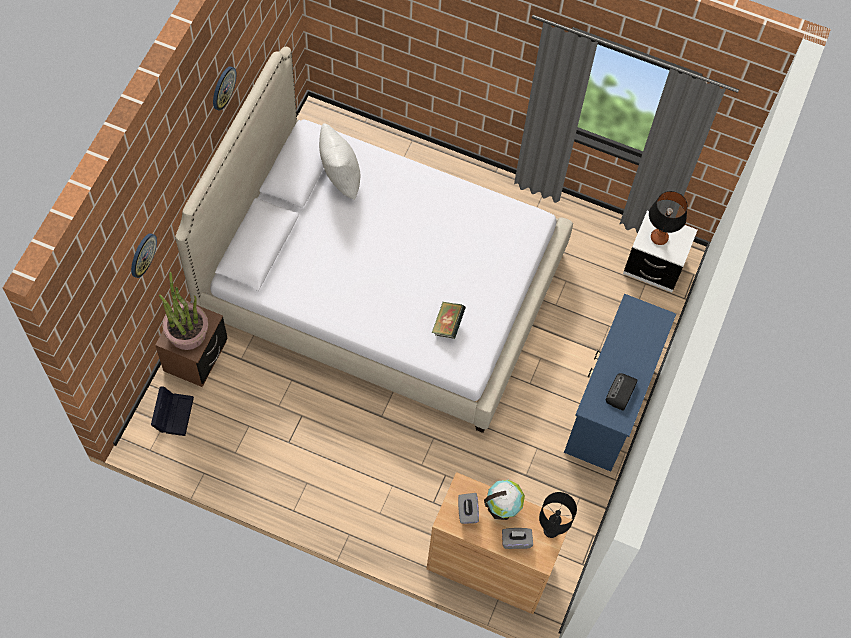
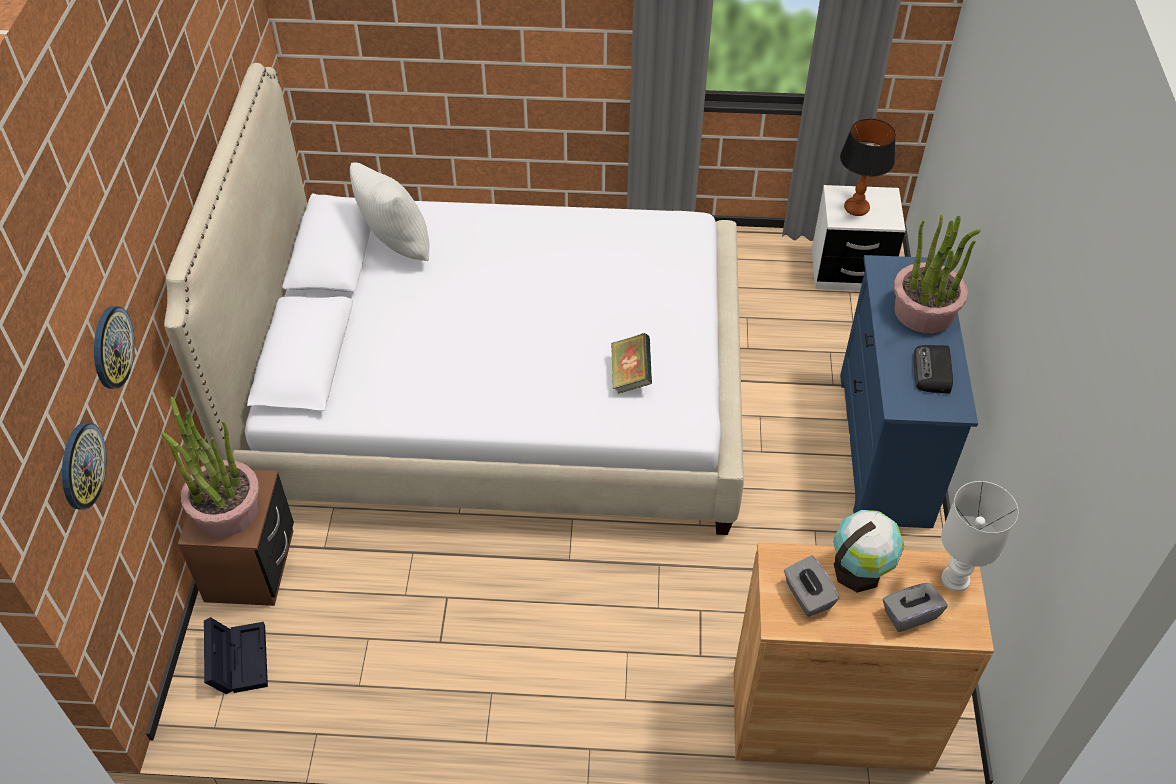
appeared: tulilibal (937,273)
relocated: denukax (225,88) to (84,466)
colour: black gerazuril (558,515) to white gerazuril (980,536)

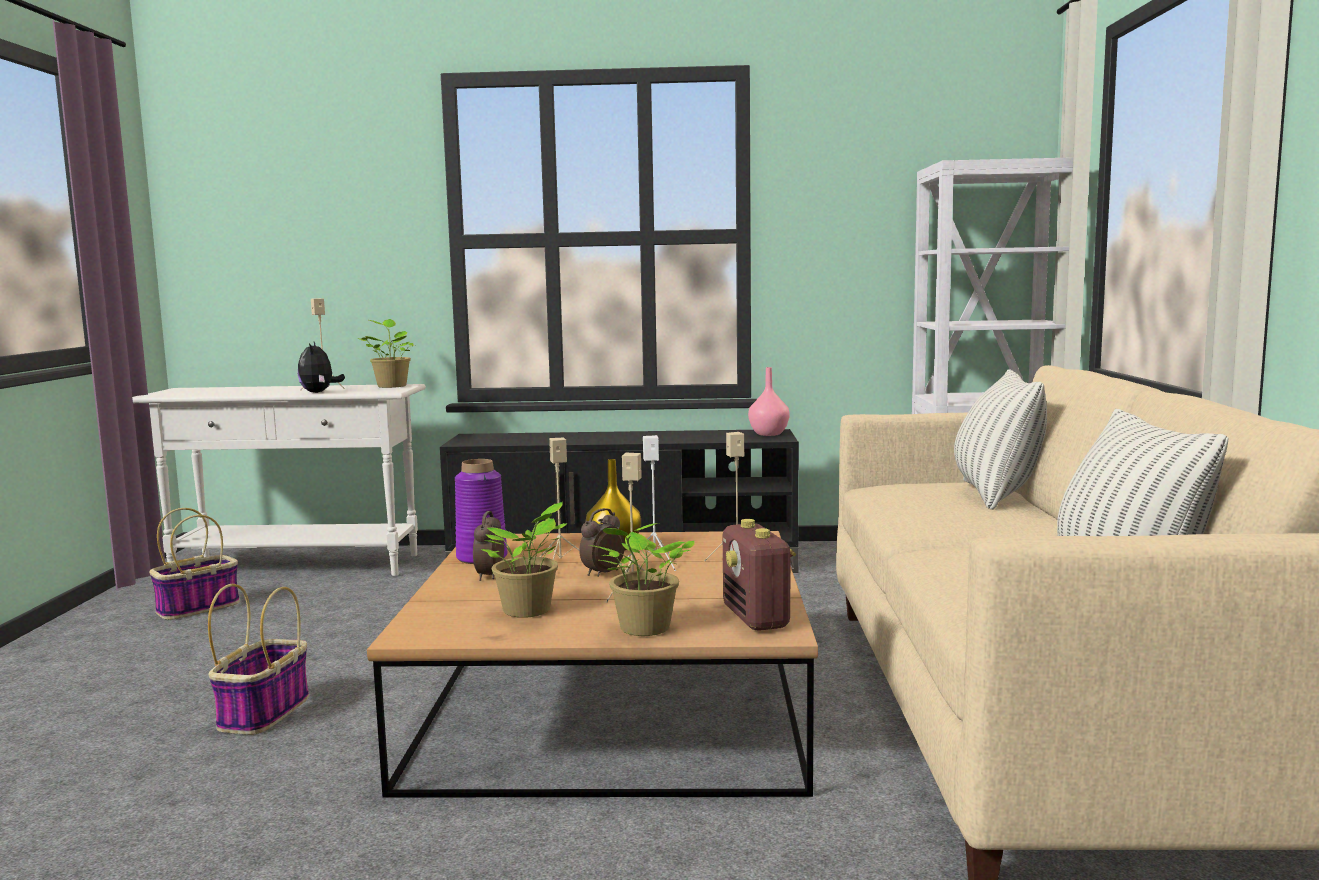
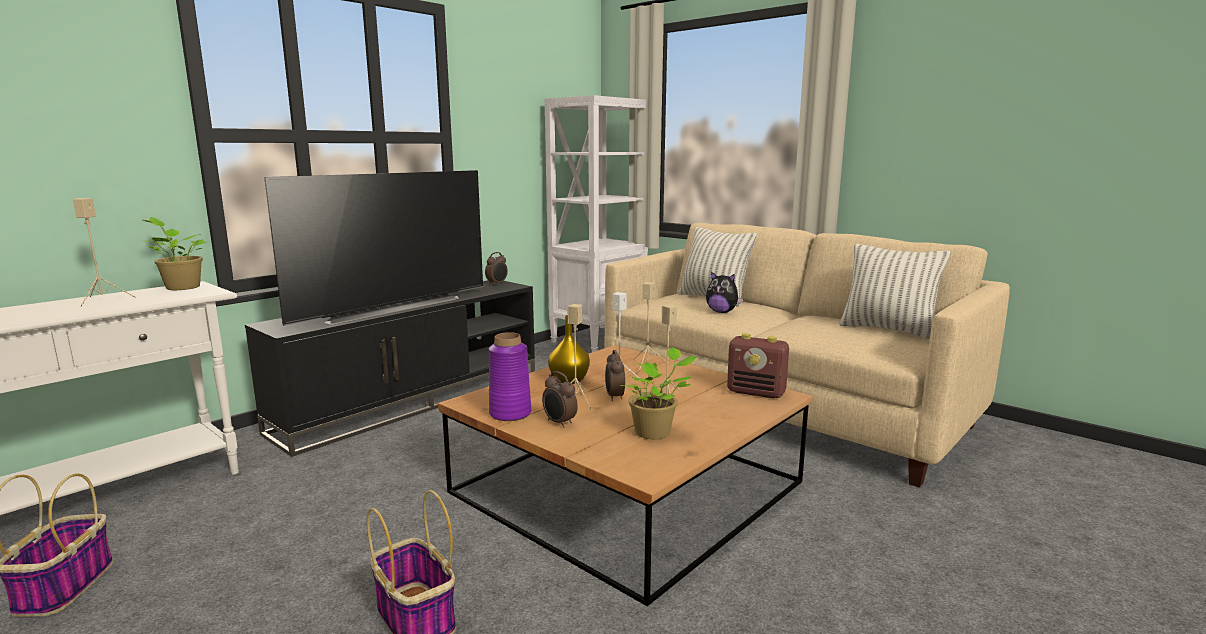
missing: tulilibal (642,579)
appeared: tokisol (373,248)
relocated: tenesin (321,367) to (724,292)
exchanged: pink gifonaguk (769,401) to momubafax (496,268)

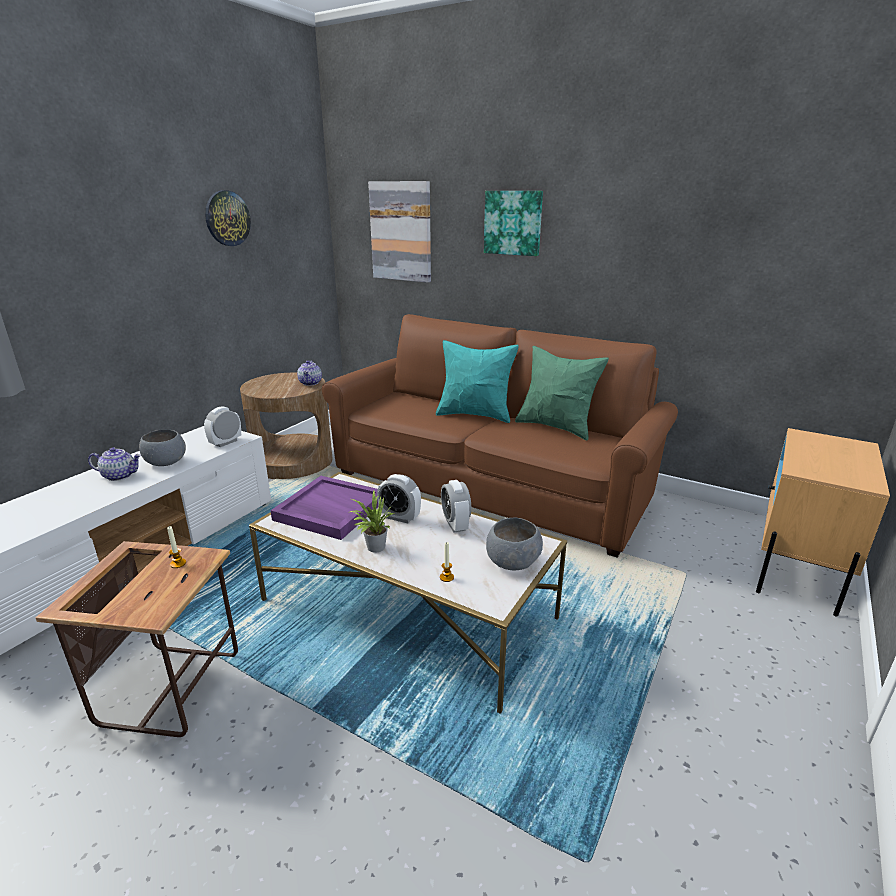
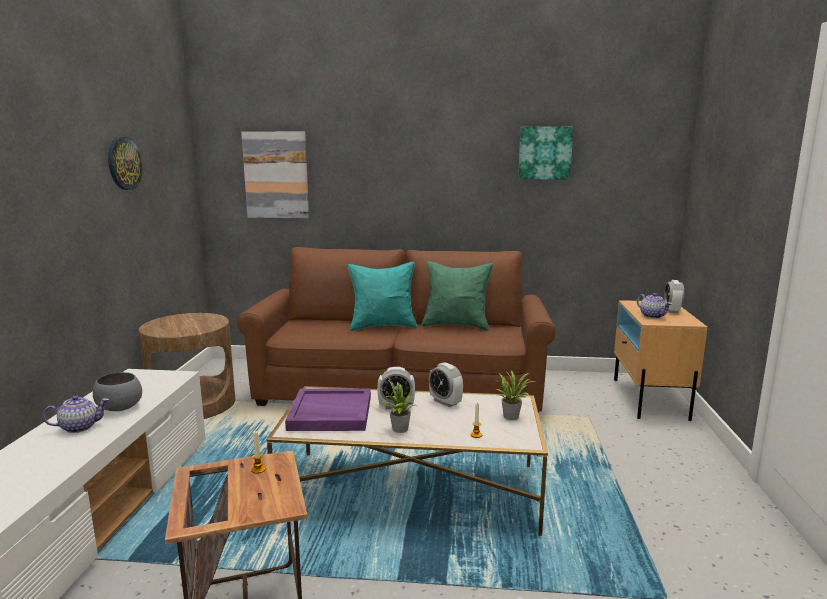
relocated: momubafax (222,426) to (674,296); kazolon (309,373) to (654,305); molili (513,223) to (546,153)
exchanged: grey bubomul (514,544) to tulilibal (514,395)

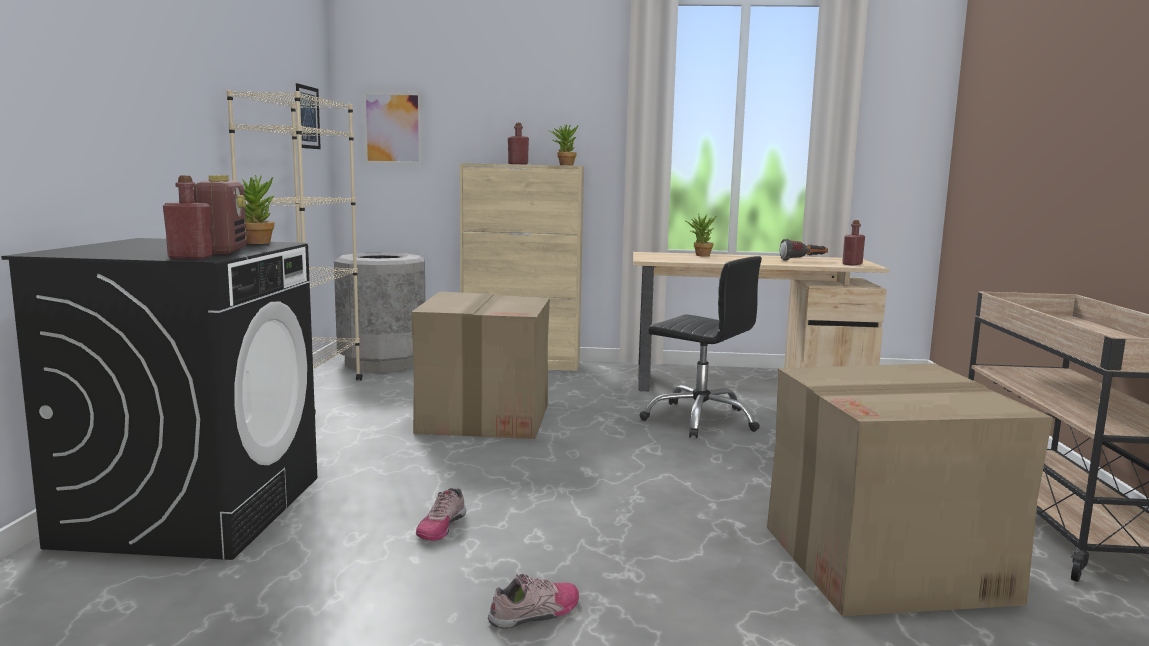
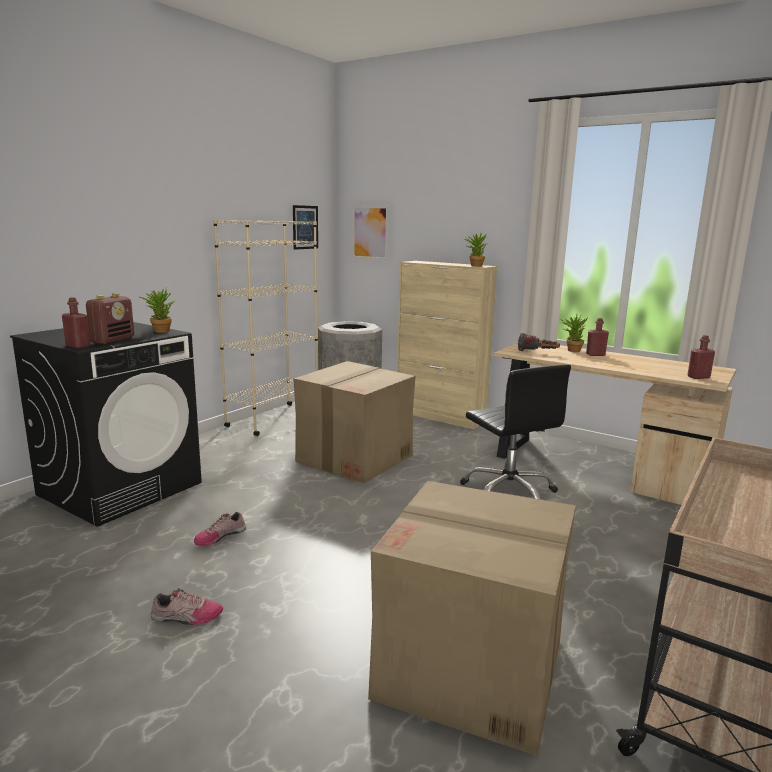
relocated: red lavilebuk (518,143) to (597,337); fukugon (804,250) to (539,342)

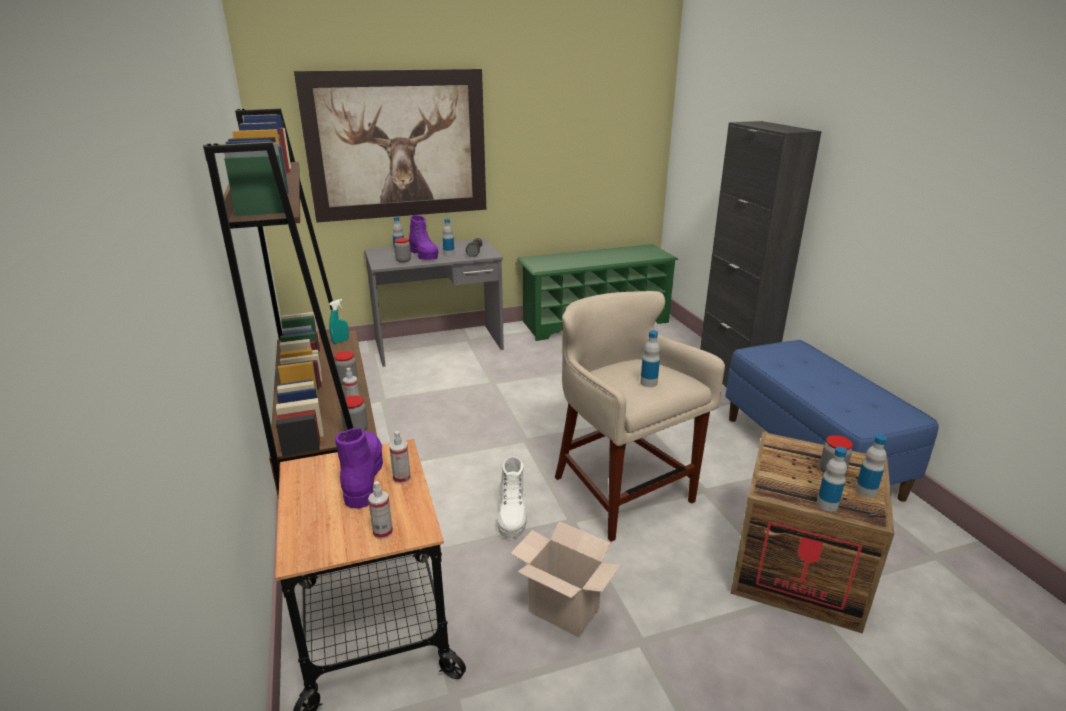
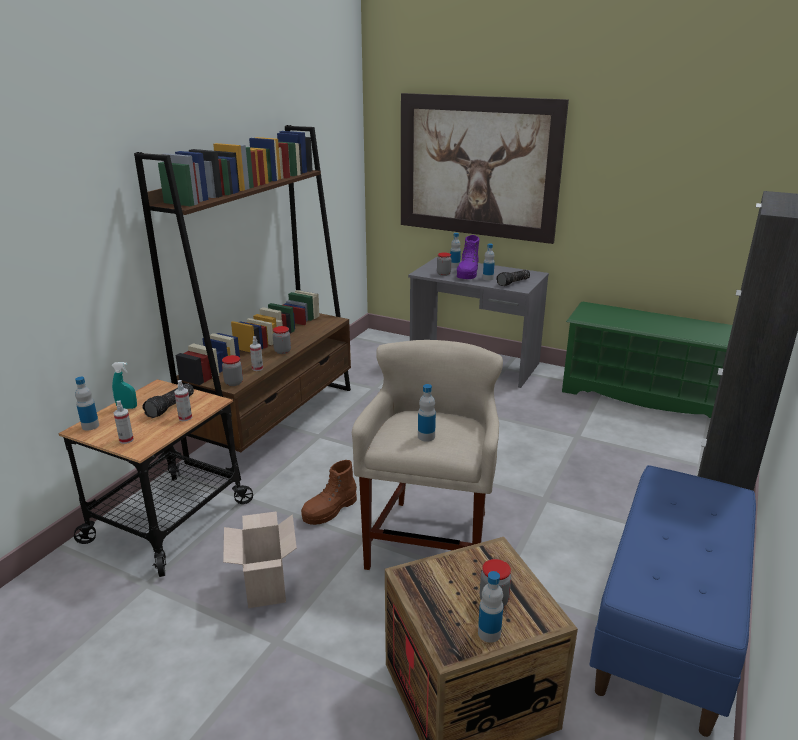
relocated: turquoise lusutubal (339,321) to (124,385); lavilebuk (832,479) to (87,404)
exchanged: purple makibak (359,468) to fukugon (168,400)
colour: white makibak (512,497) to brown makibak (329,492)

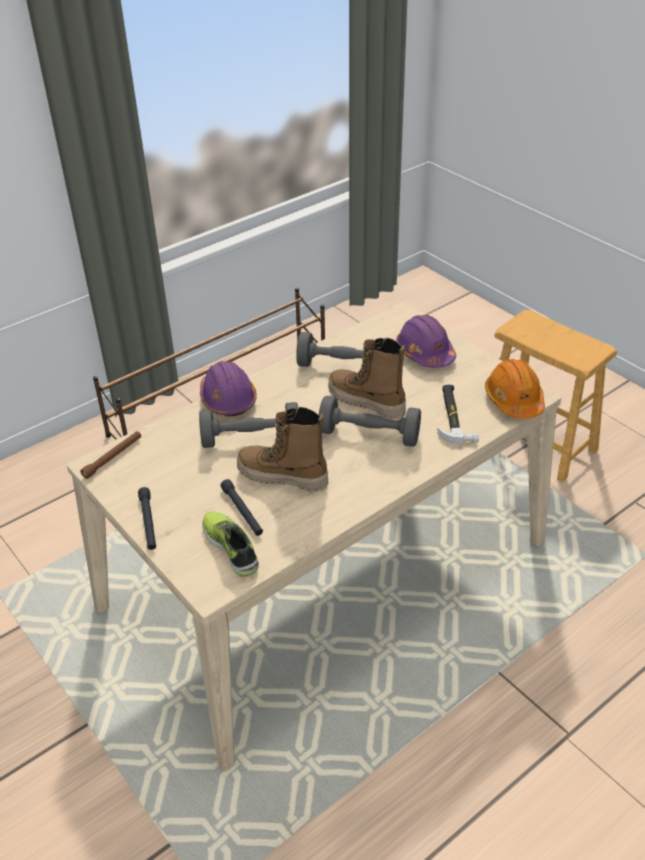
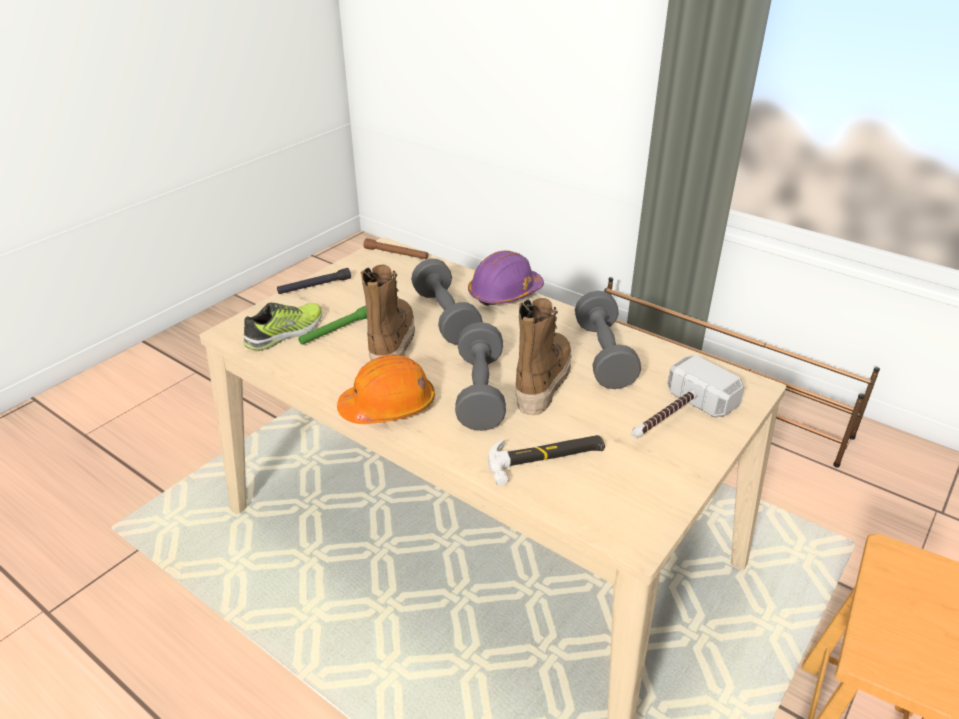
relocated: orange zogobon (515,389) to (386,389)
exchanged: purple zogobon (426,341) to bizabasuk (687,397)
colour: black fukugon (241,507) to green fukugon (332,325)

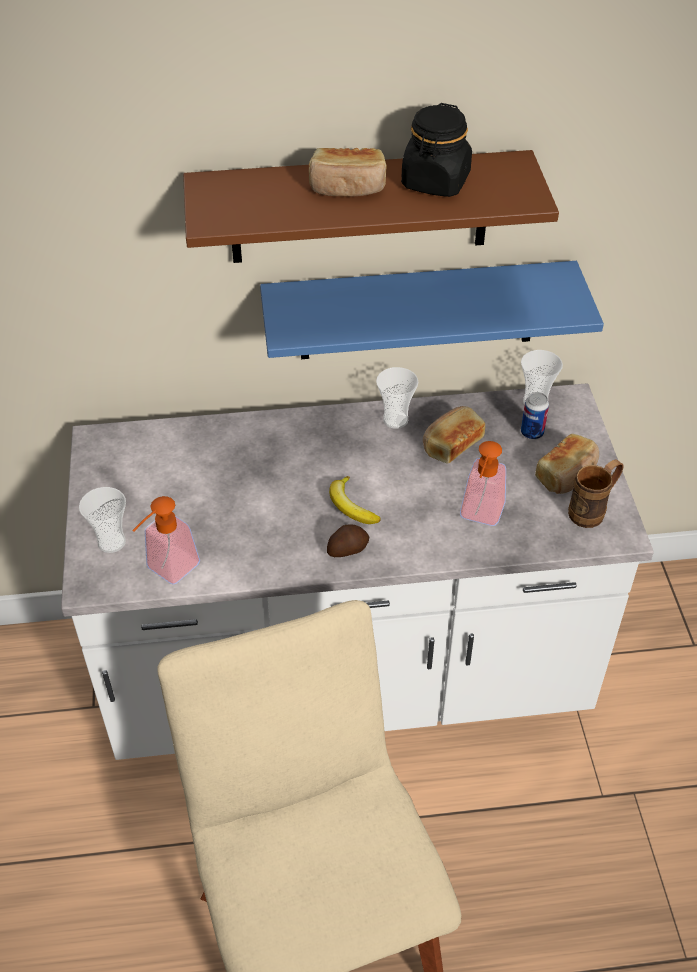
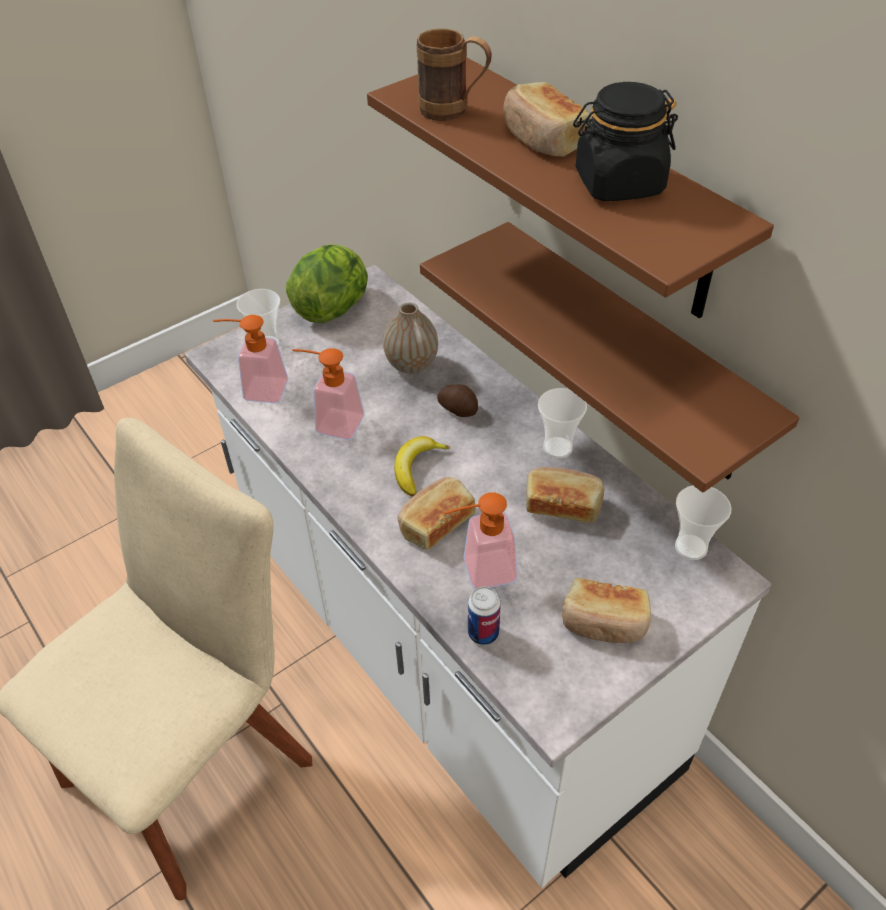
appeared: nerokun (327,283); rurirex (328,394); gifonaguk (410,338); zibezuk (436,513)
relocated: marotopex (348,541) to (457,400); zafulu (535,416) to (484,616); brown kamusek (596,493) to (454,74)
colour: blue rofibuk (432,310) to brown rofibuk (609,357)

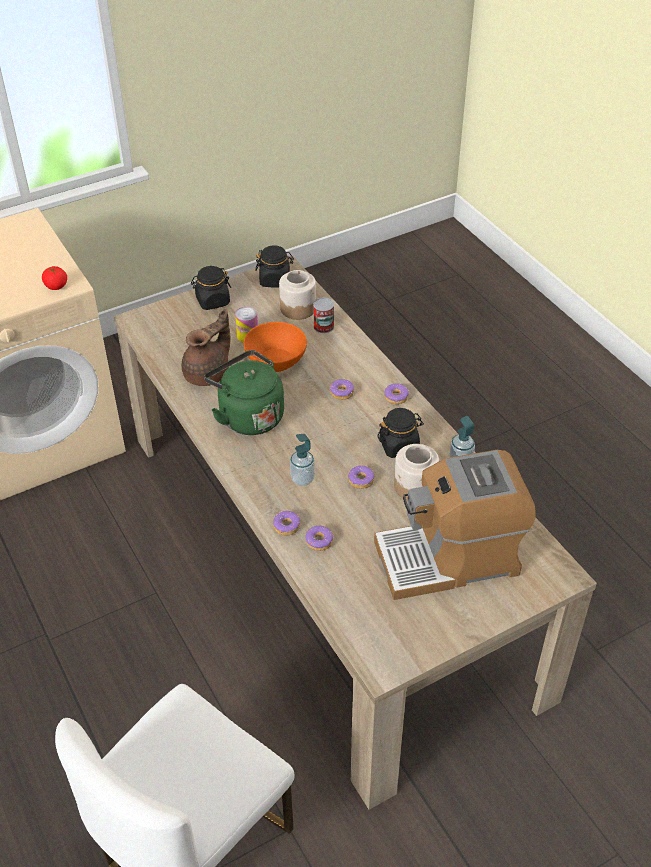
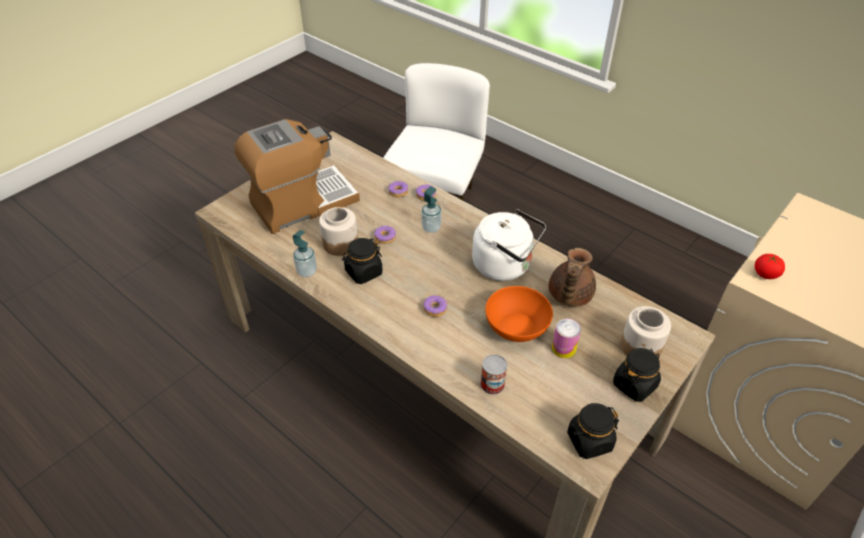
missing: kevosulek (396,393)
relocated: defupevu (297,295) to (645,331)
colour: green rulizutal (244,392) to white rulizutal (509,245)

